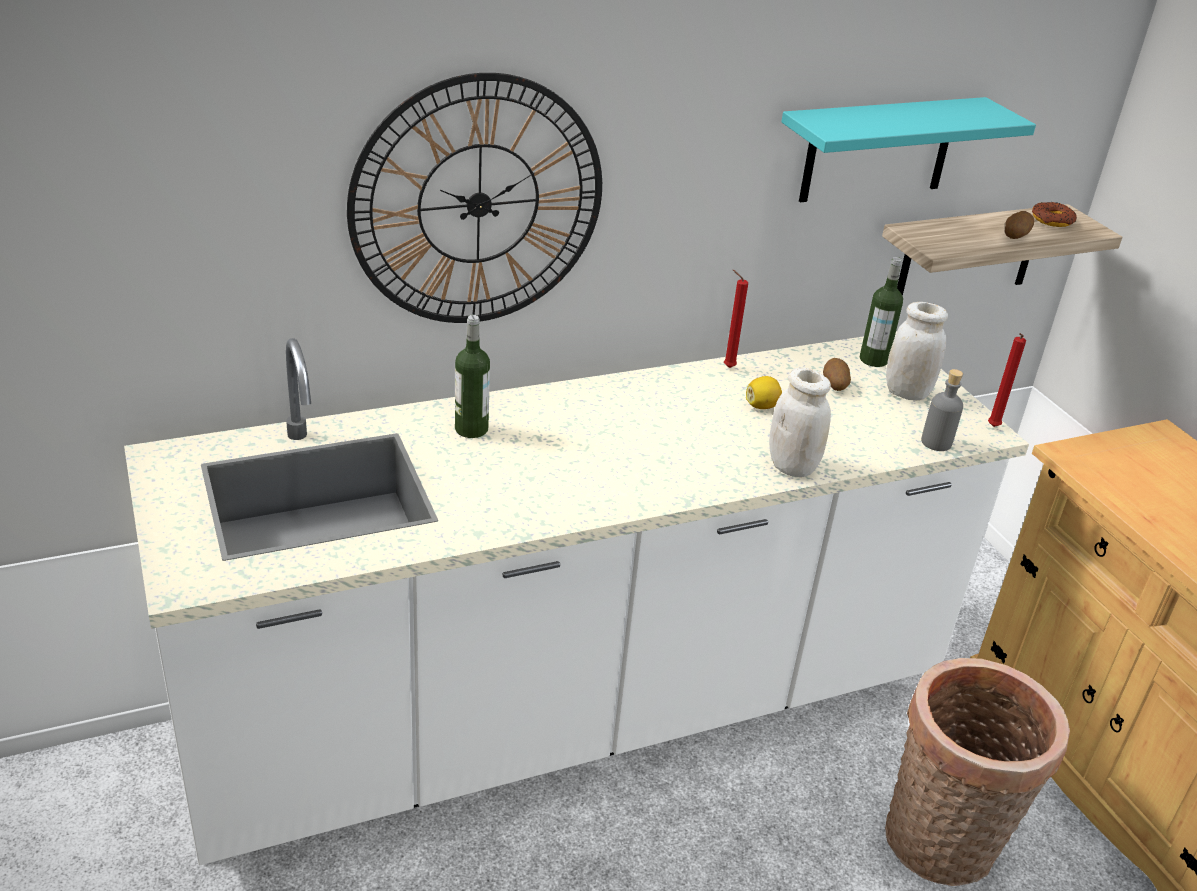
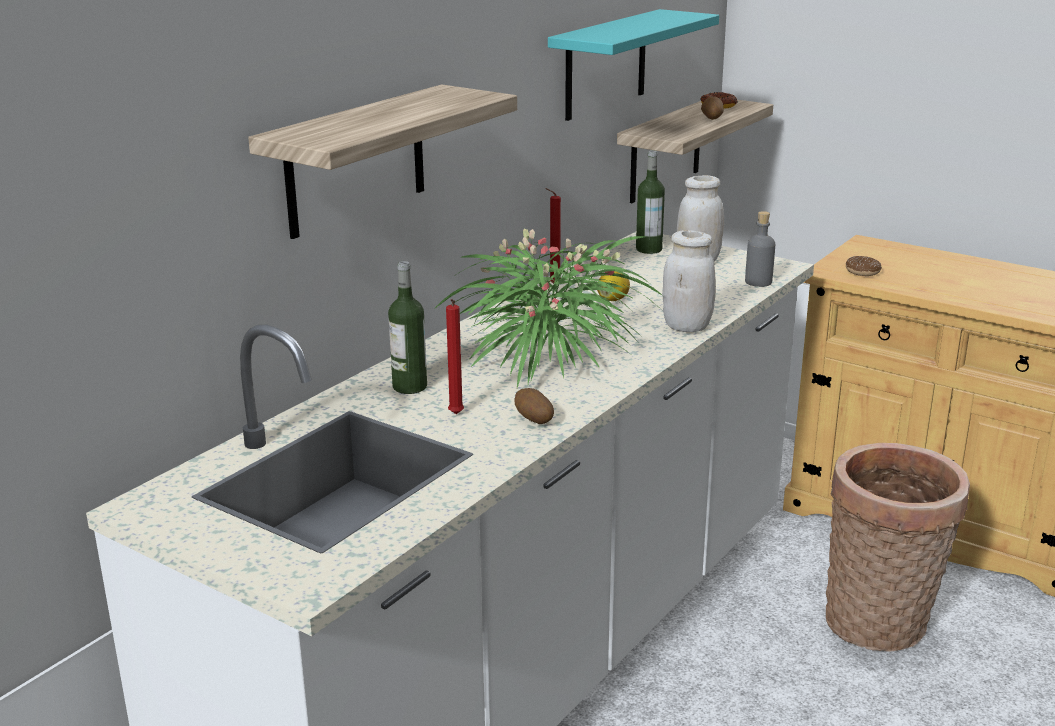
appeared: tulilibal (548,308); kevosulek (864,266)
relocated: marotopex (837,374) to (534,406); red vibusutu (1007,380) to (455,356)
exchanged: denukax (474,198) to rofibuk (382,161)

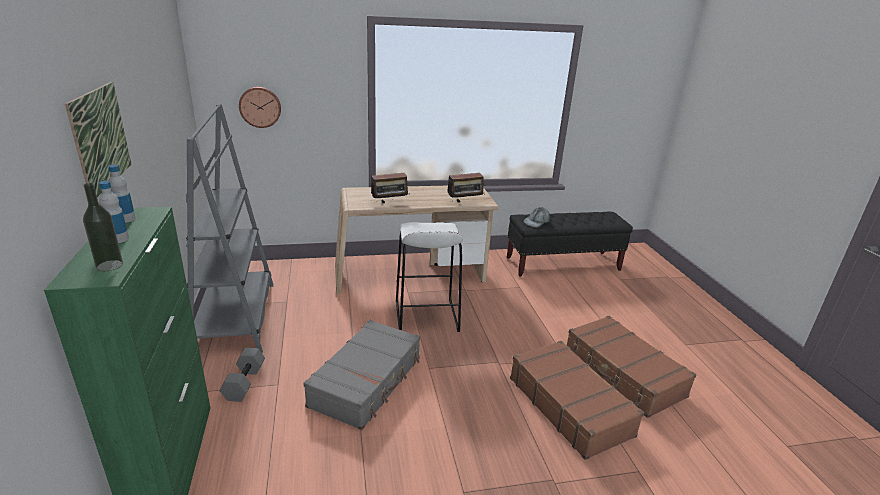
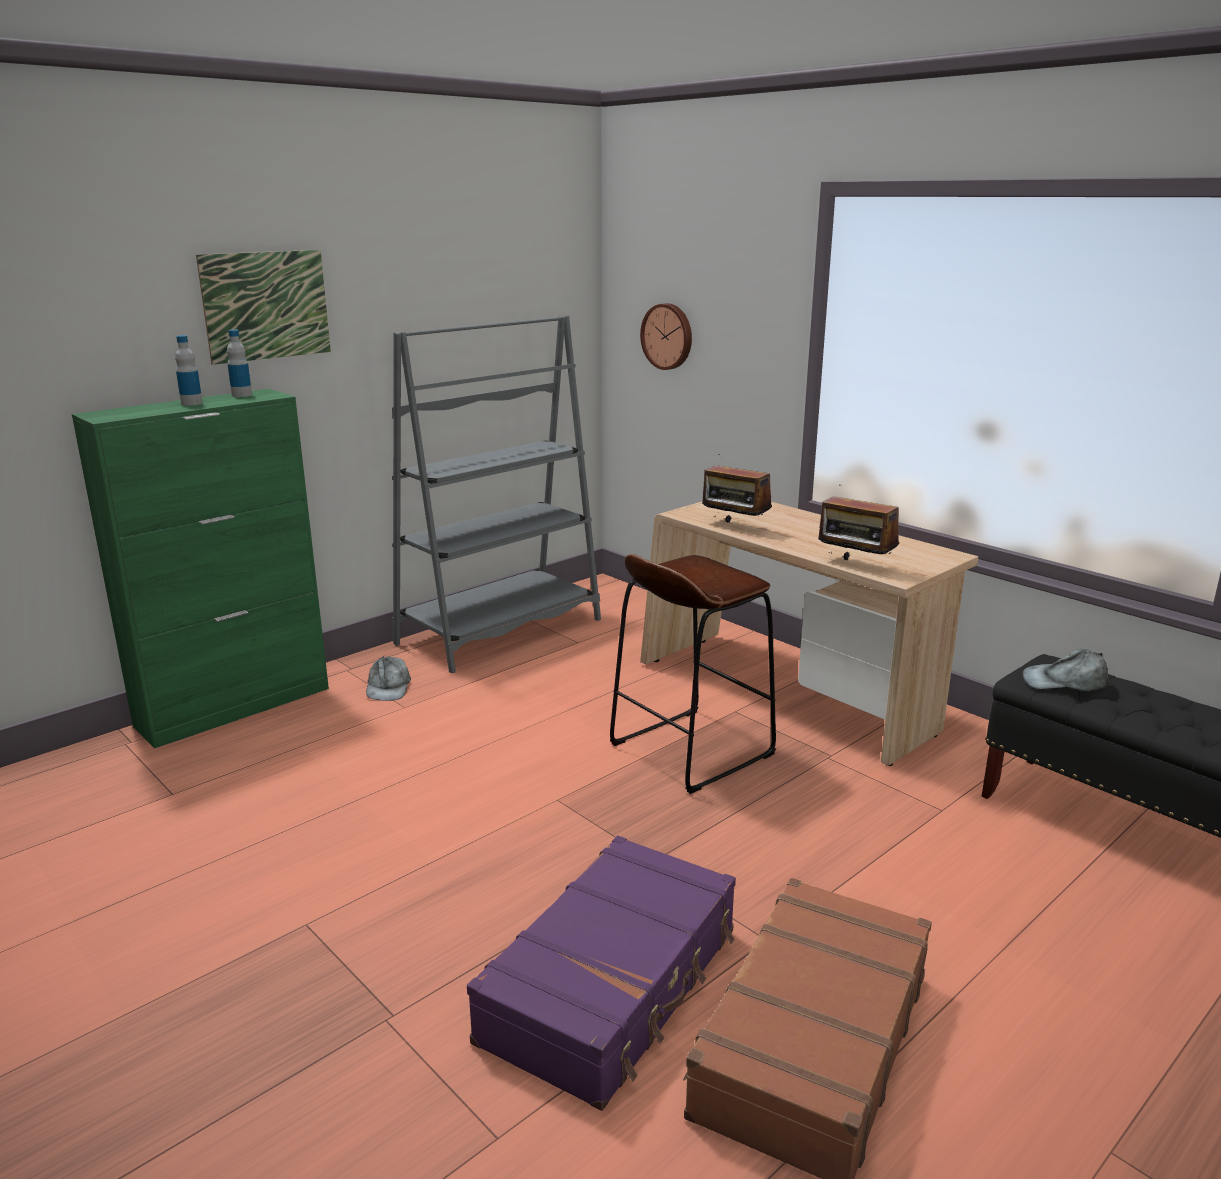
missing: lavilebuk (103,227); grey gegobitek (361,375)
exchanged: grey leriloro (242,375) to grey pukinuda (388,678)
colour: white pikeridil (429,277) to brown pikeridil (693,674); brown gegobitek (577,400) to purple gegobitek (601,973)

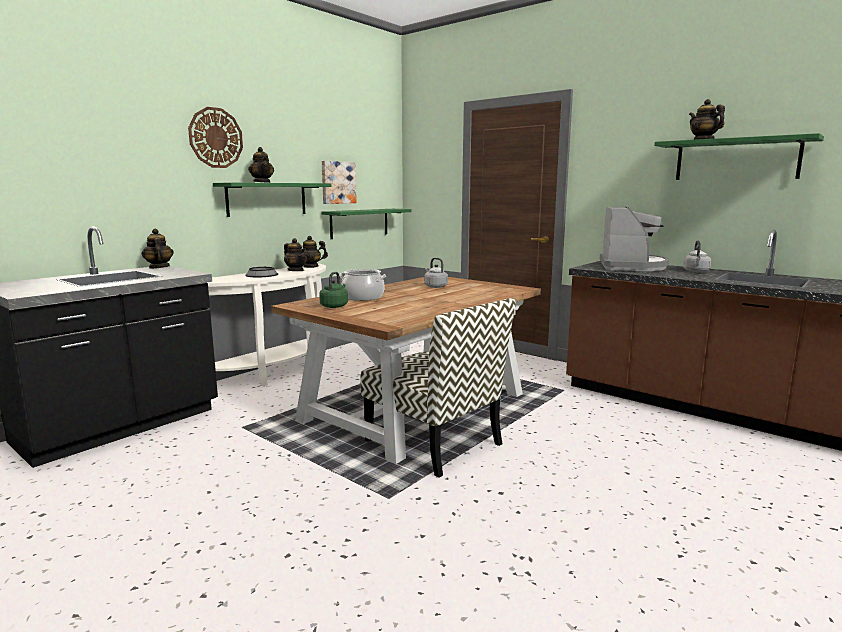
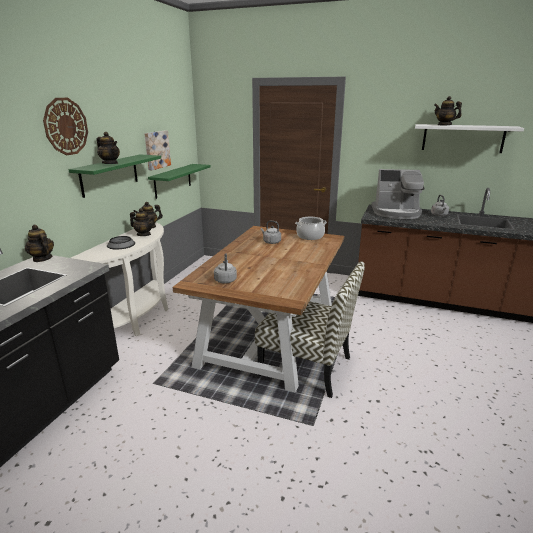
relocated: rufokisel (363,285) to (311,228)
colour: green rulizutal (333,290) to grey rulizutal (225,269); green rofibuk (739,156) to white rofibuk (469,138)
spun: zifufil (634,239) = (398,194) 105 degrees clockwise

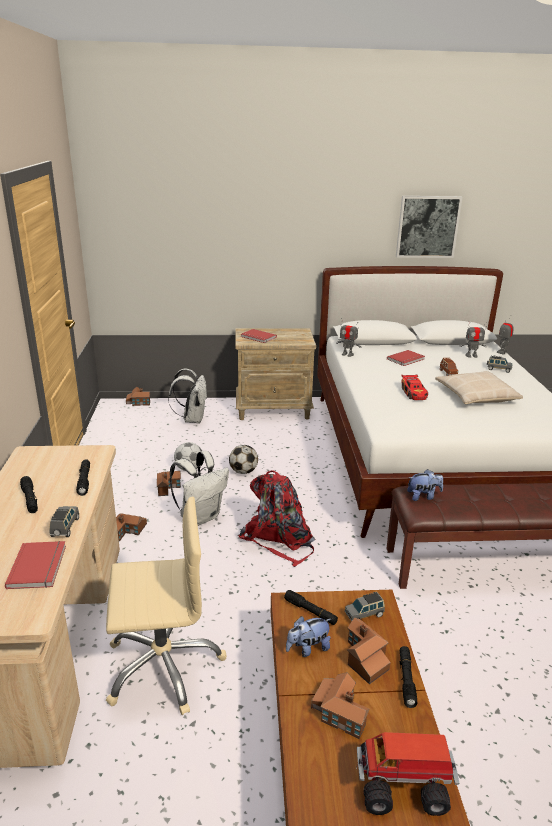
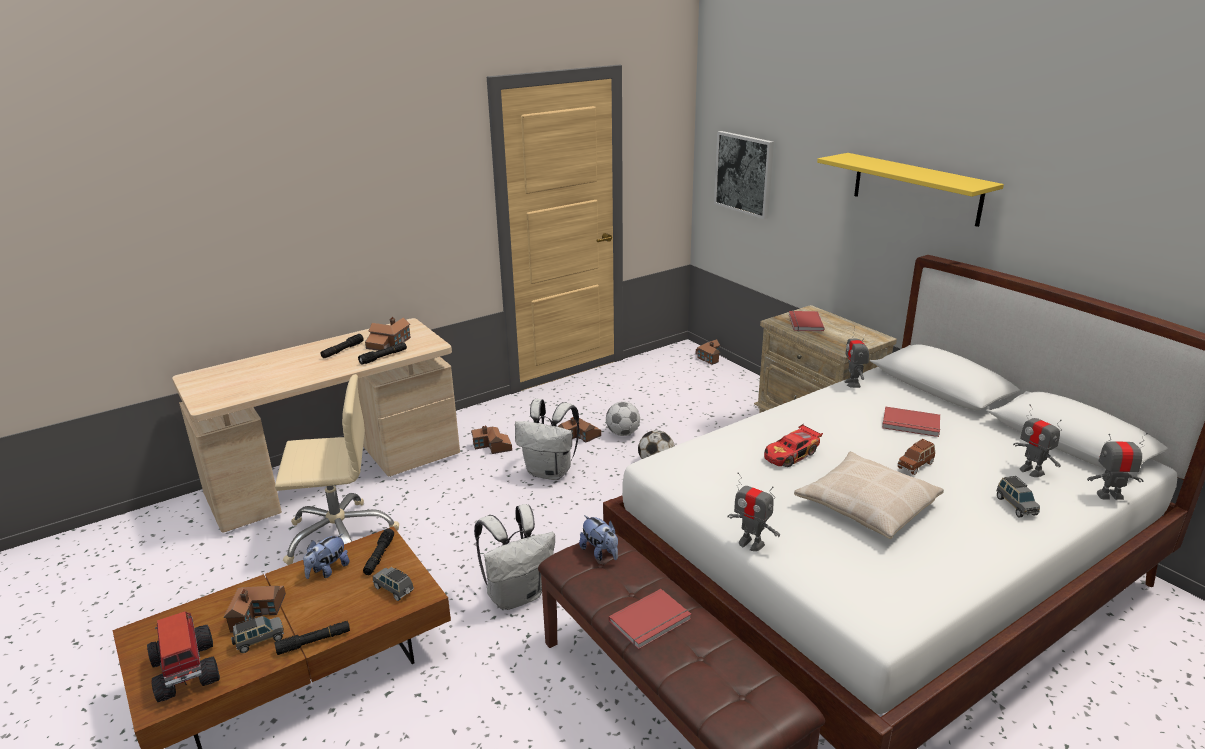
missing: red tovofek (277,518)
appeared: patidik (753,511); yellow rofibuk (910,190)
relocated: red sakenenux (35,565) to (650,619); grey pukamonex (64,521) to (257,634); white tovofek (188,396) to (514,557); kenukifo (369,651) to (388,334); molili (429,227) to (744,175)
spun: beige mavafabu (166,605) = (337,469) 60 degrees counterclockwise; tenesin (308,636) = (326,556) 90 degrees counterclockwise

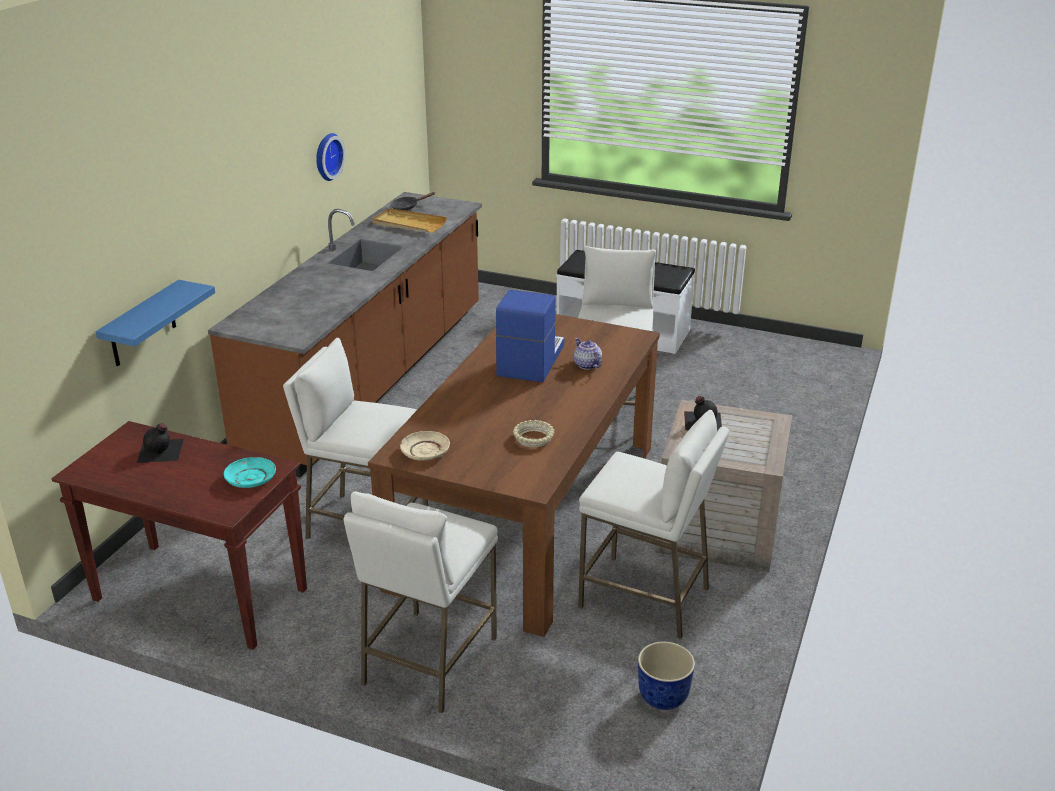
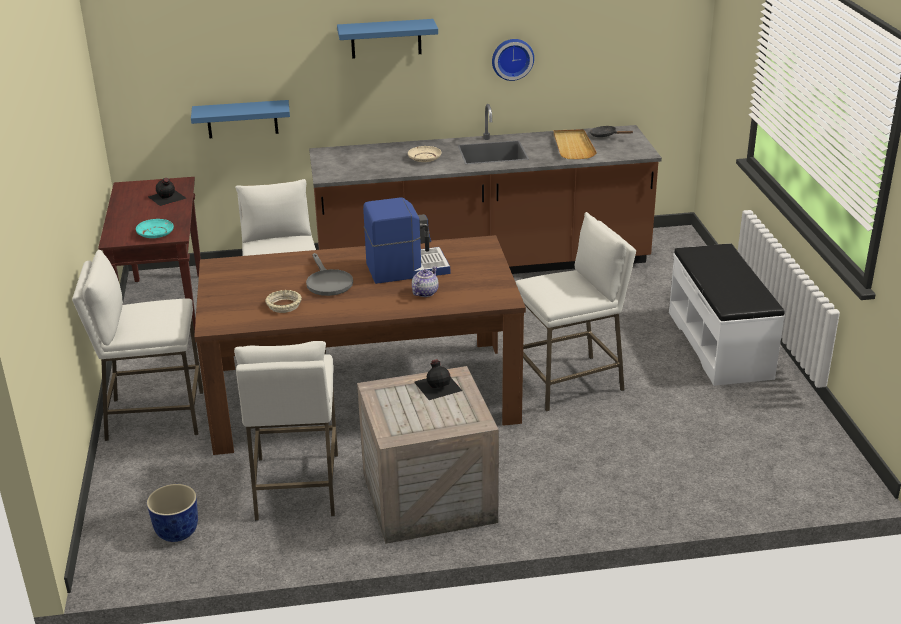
appeared: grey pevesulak (329,274); blue rofibuk (387,39)
relocated: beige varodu (425,446) to (424,154)

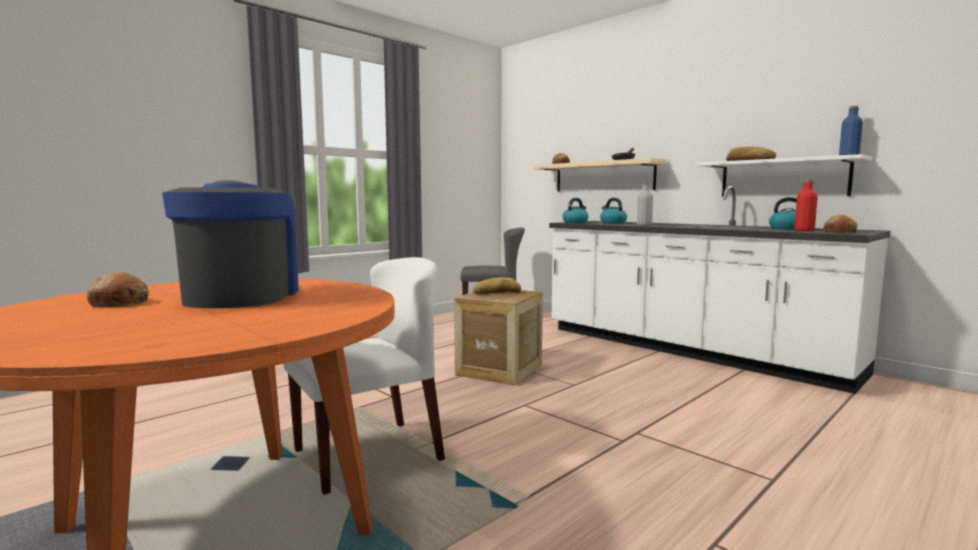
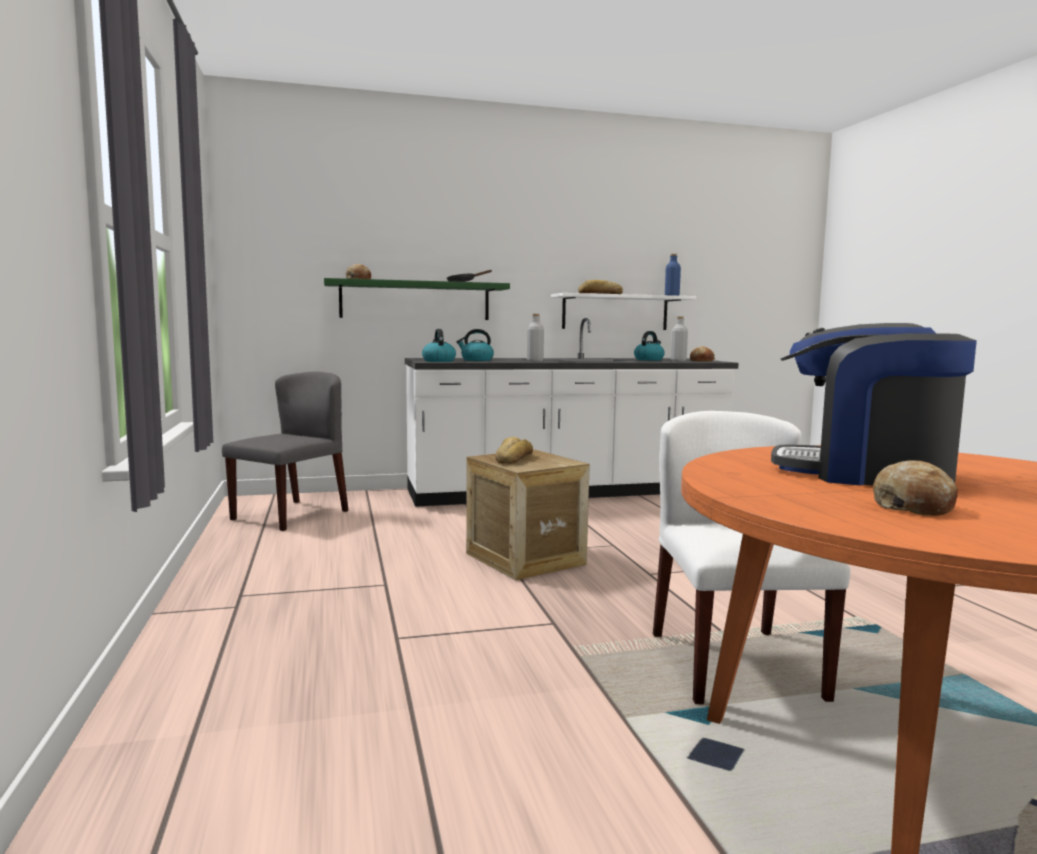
colour: beige rofibuk (600,175) to green rofibuk (417,299); red lavilebuk (806,205) to grey lavilebuk (679,338)

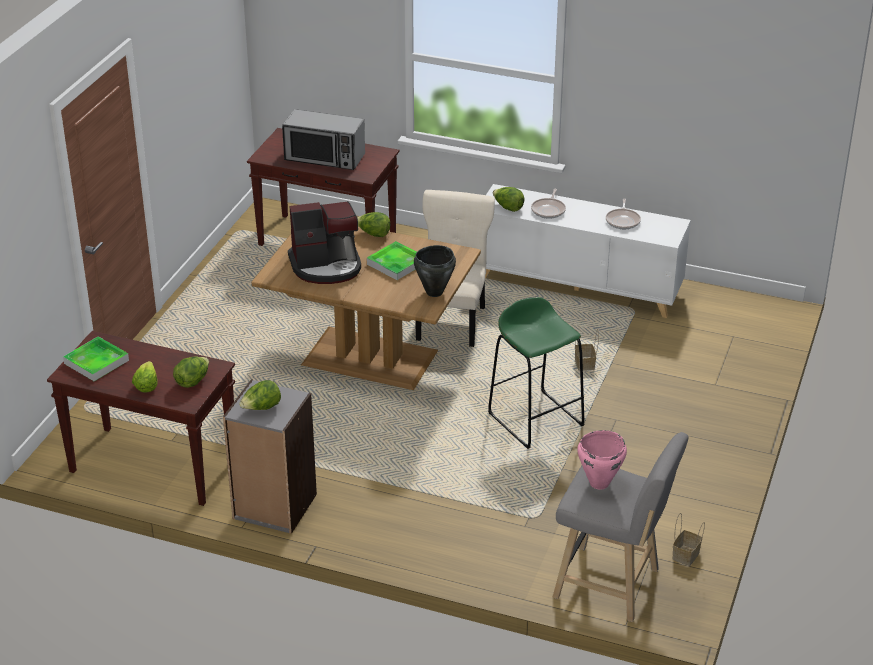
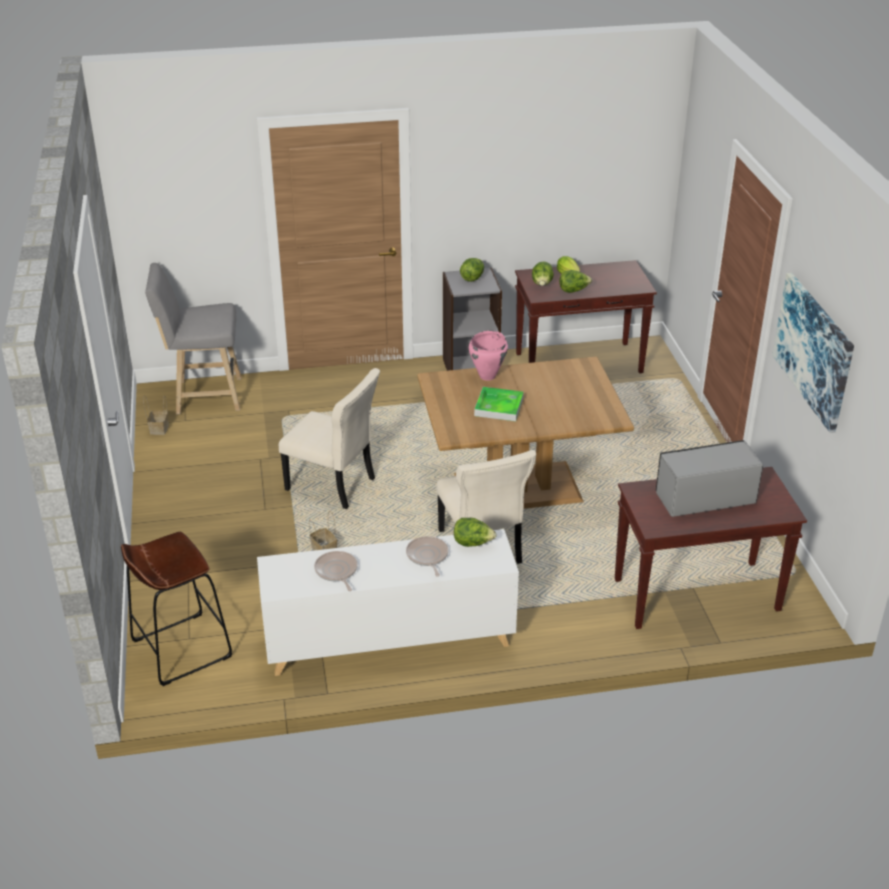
missing: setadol (96,358); zifufil (324,242); black rufokisel (435,271)
appeared: brown pikeridil (176,609); molili (813,353)
relocated: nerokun (373,224) to (575,281); pink rufokisel (602,459) to (488,356)
exchanged: green pikeridil (536,373) to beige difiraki (329,438)

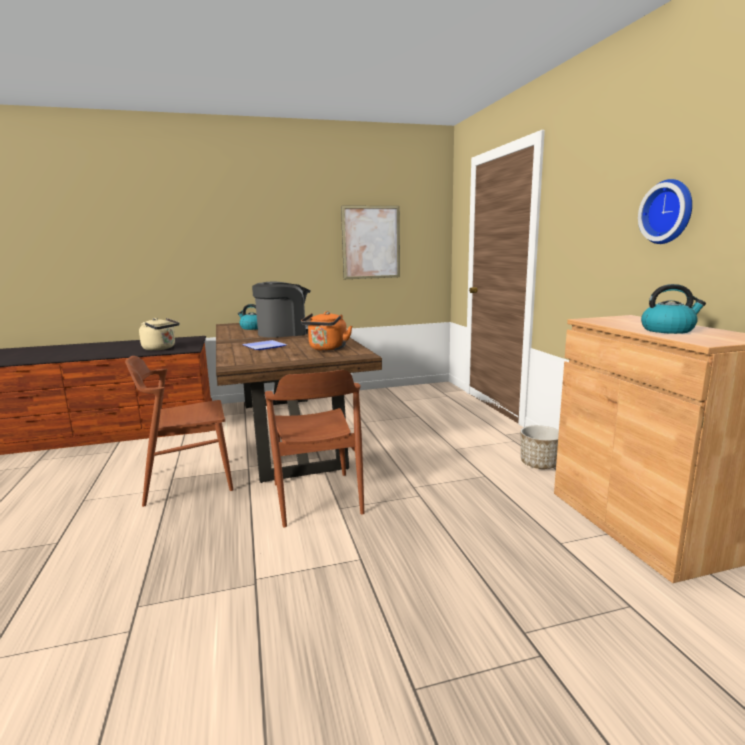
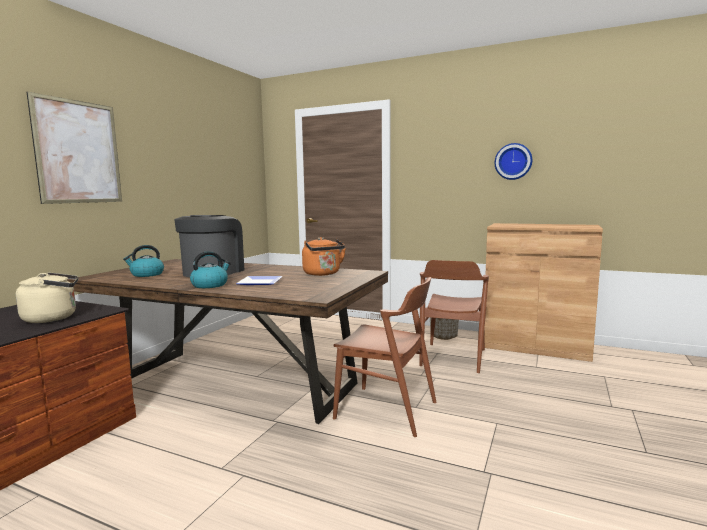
relocated: brown difiraki (179,431) to (454,316); molili (370,242) to (74,147); rulizutal (673,309) to (210,269)

